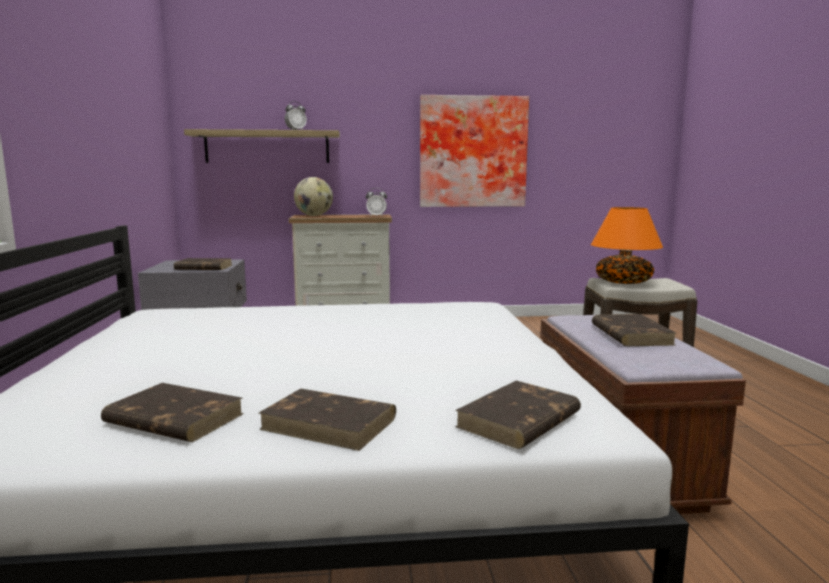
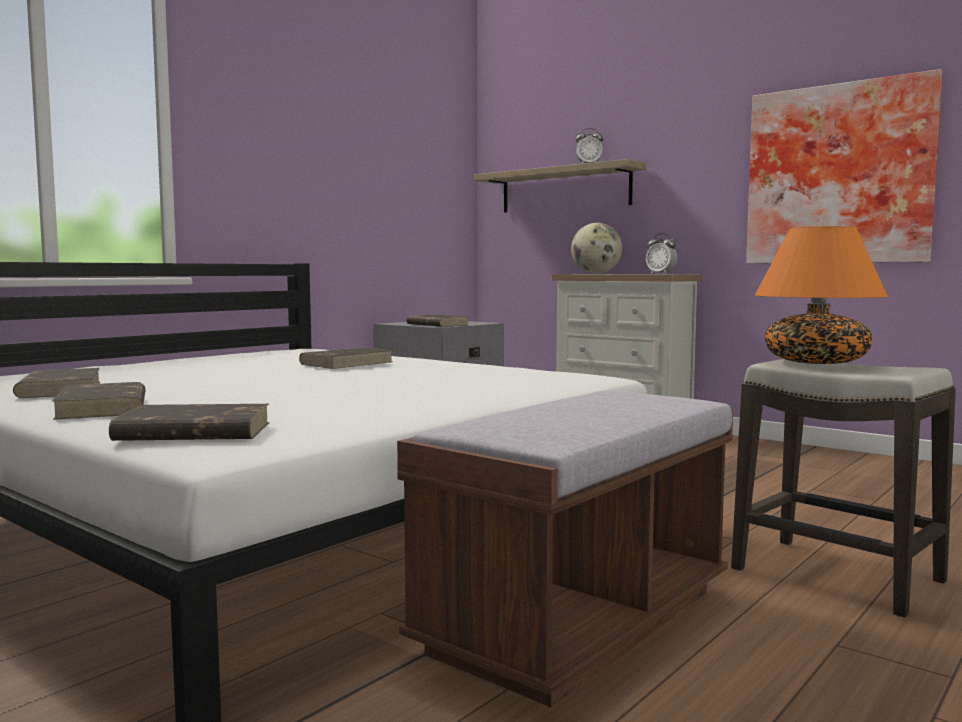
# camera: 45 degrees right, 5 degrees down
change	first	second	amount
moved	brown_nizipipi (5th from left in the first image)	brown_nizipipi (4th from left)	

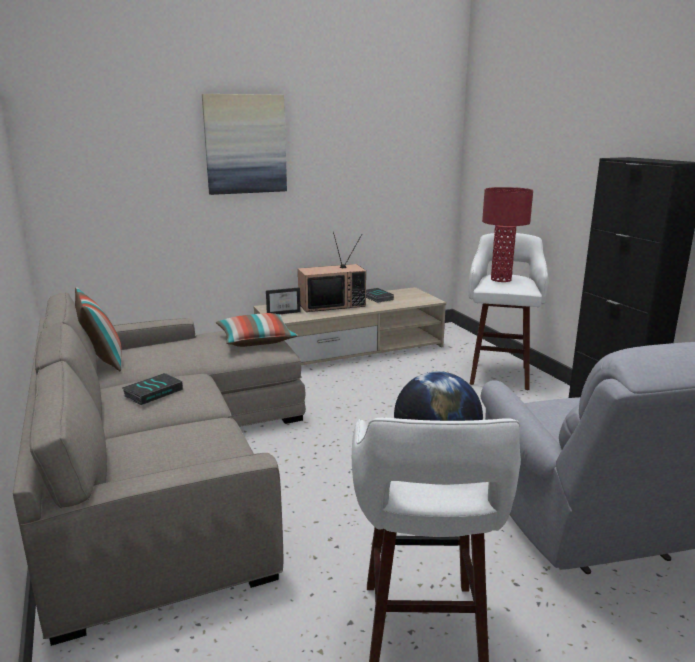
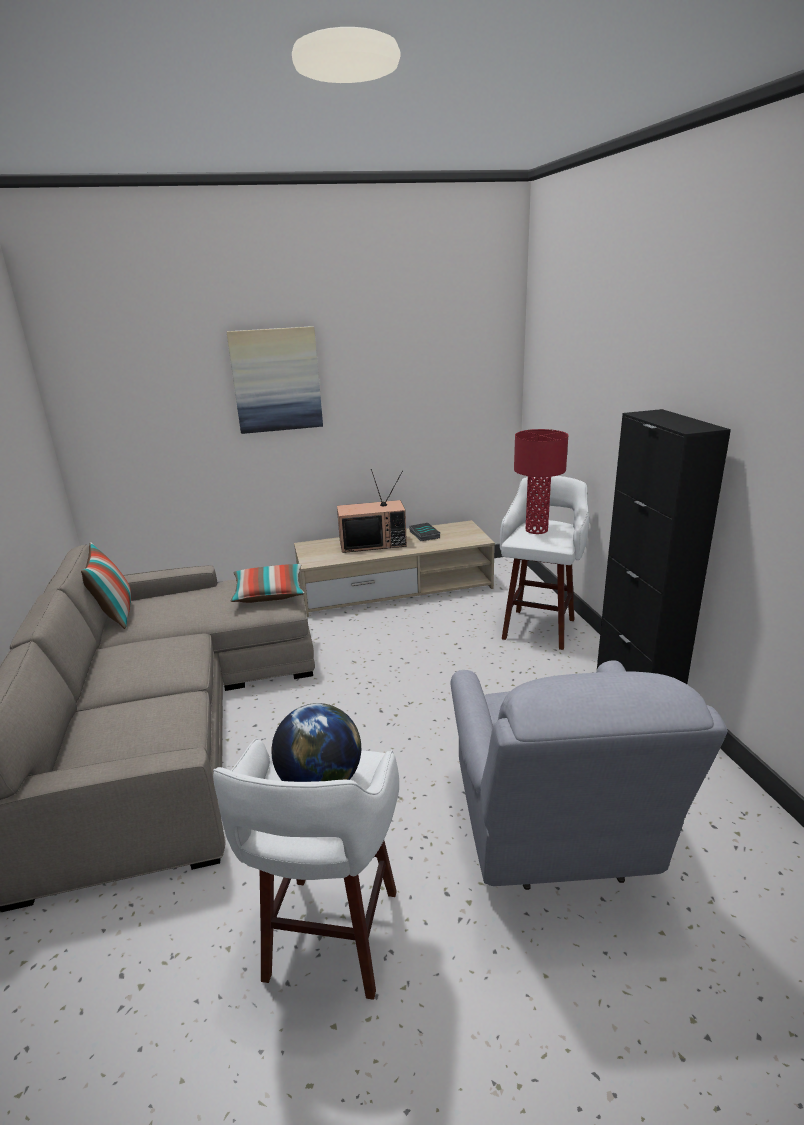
# camera: 10 degrees right, 5 degrees up
change	first	second	amount
removed	nizipipi (1st from left)		
removed	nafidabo		

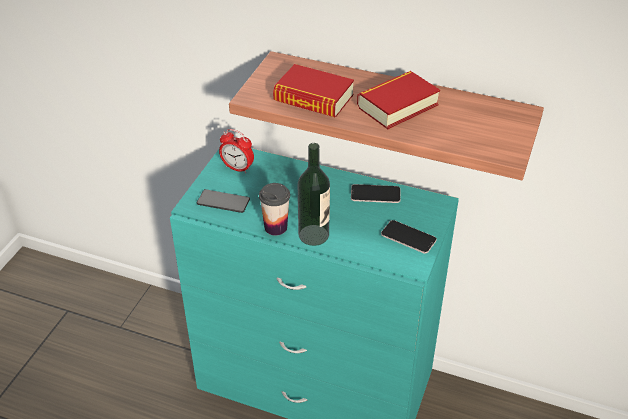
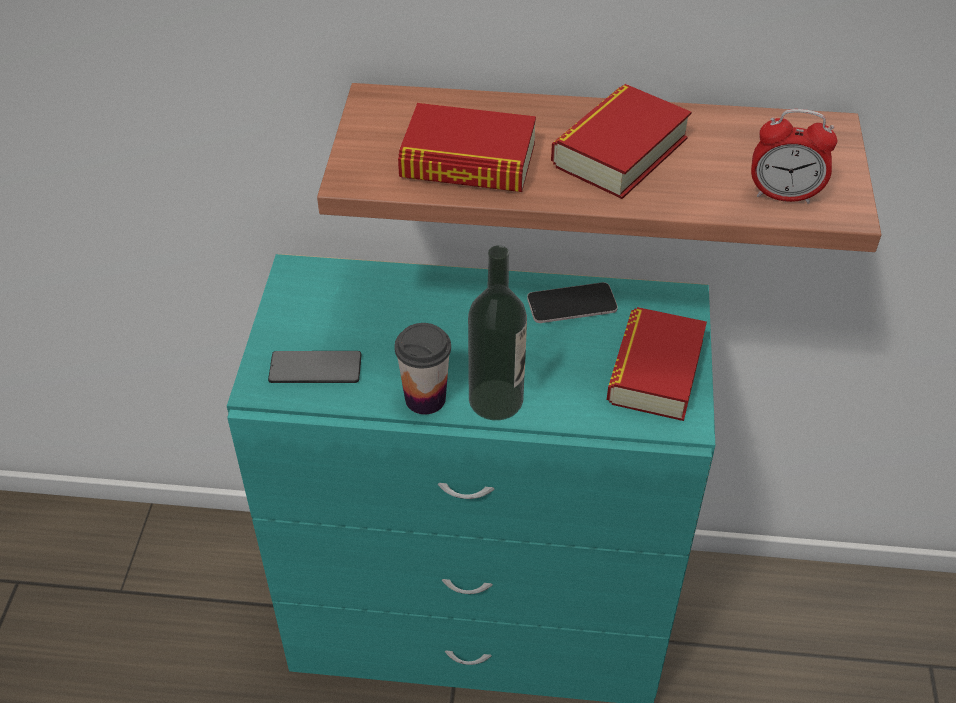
# camera: 15 degrees left, 5 degrees up
change	first	second	amount
moved	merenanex		
replaced	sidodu (3rd from left)	nizipipi (3rd from left)	

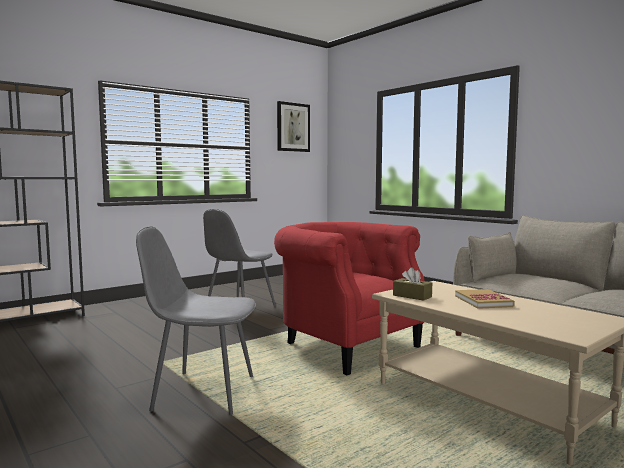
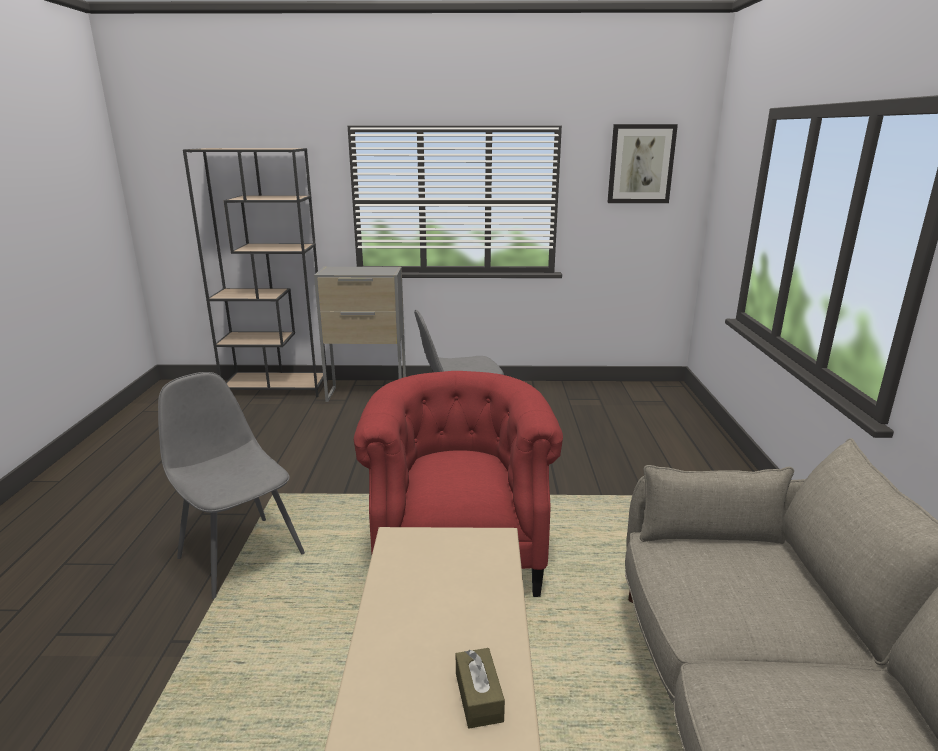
# camera: 40 degrees right, 15 degrees up
change	first	second	amount
removed	nizipipi		
added		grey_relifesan	
moved	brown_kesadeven		

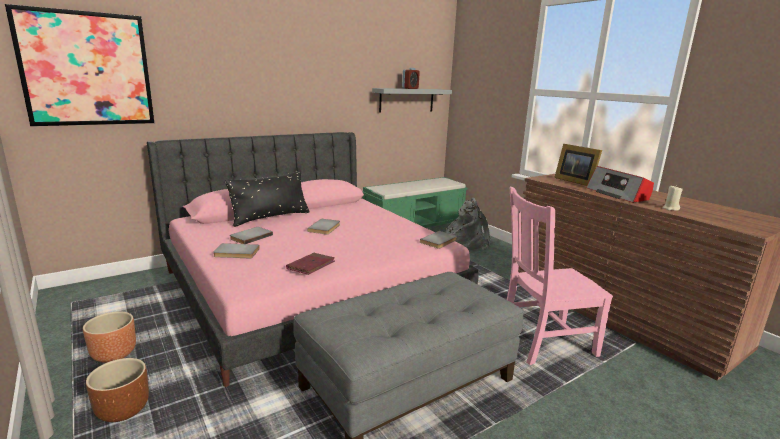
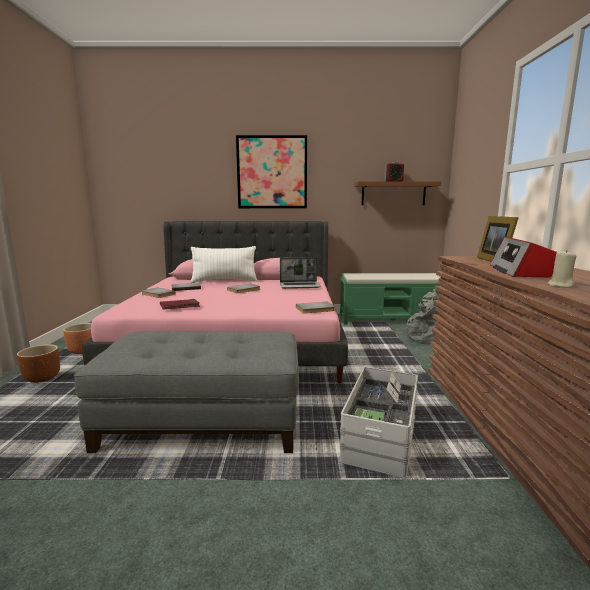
# camera: 35 degrees right, 5 degrees down
change	first	second	amount
added		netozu	
moved	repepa		
replaced	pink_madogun	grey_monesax	
recoloured	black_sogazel	white_sogazel	
recoloured	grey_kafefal	brown_kafefal	

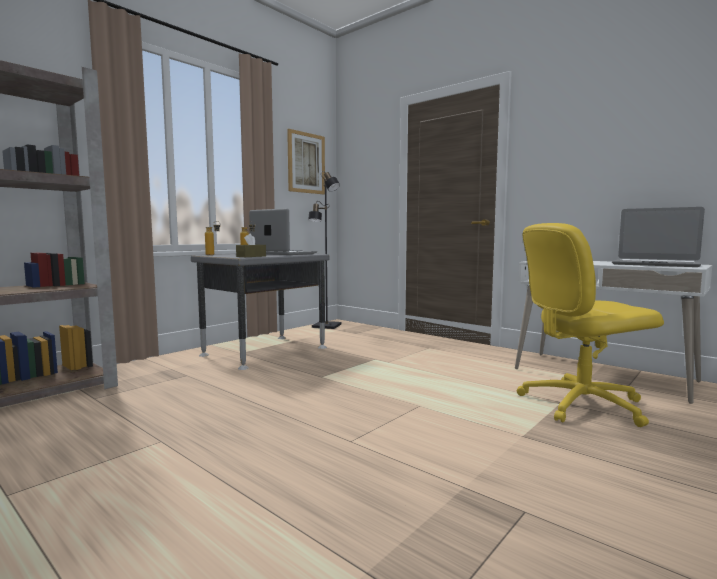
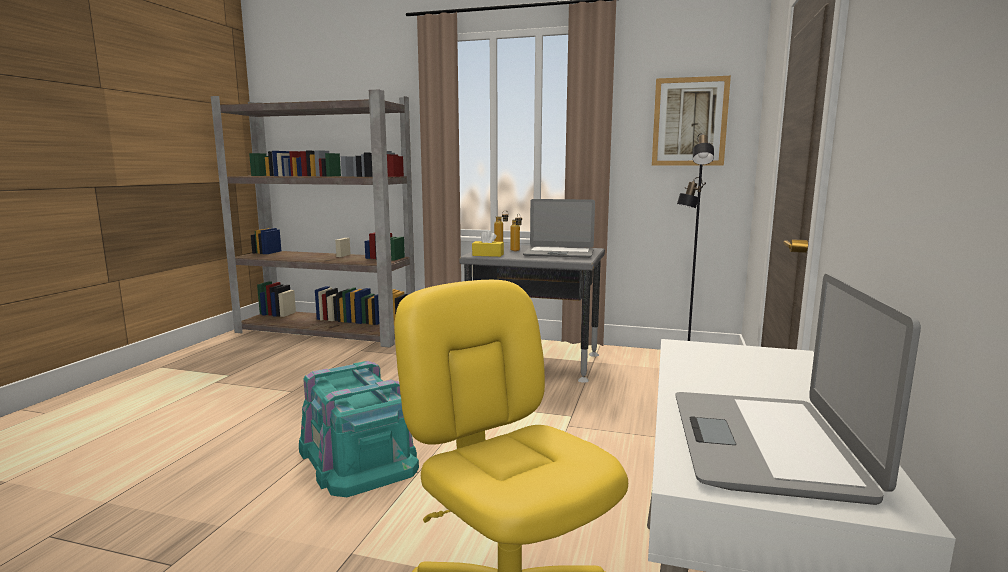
# camera: 65 degrees right, 5 degrees up
change	first	second	amount
added		turquoise_monesax	
recoloured	brown_kesadeven	yellow_kesadeven	
turned	netozu (1st from left)		90 degrees clockwise

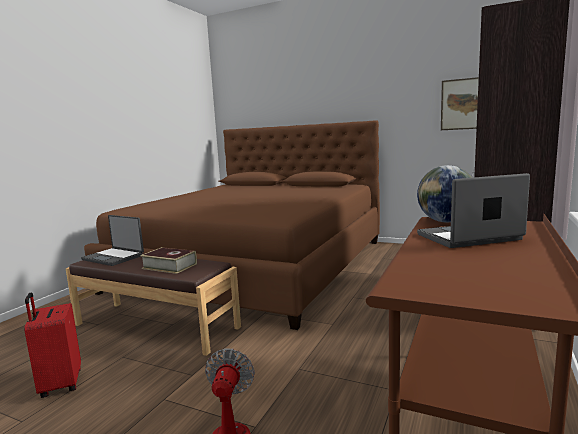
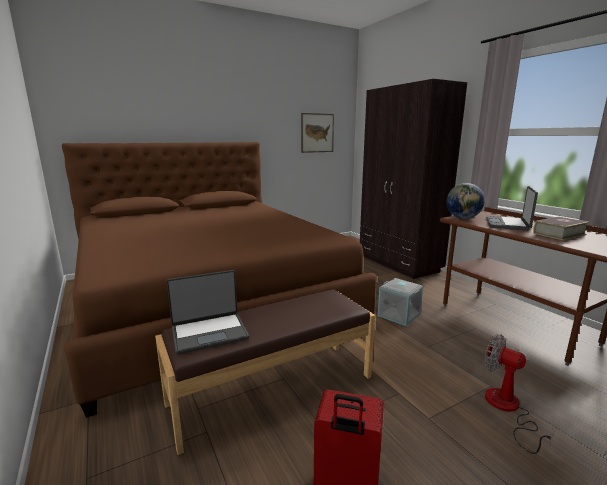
# camera: 55 degrees left, 5 degrees up
change	first	second	amount
added		grey_monesax	
moved	nizipipi		

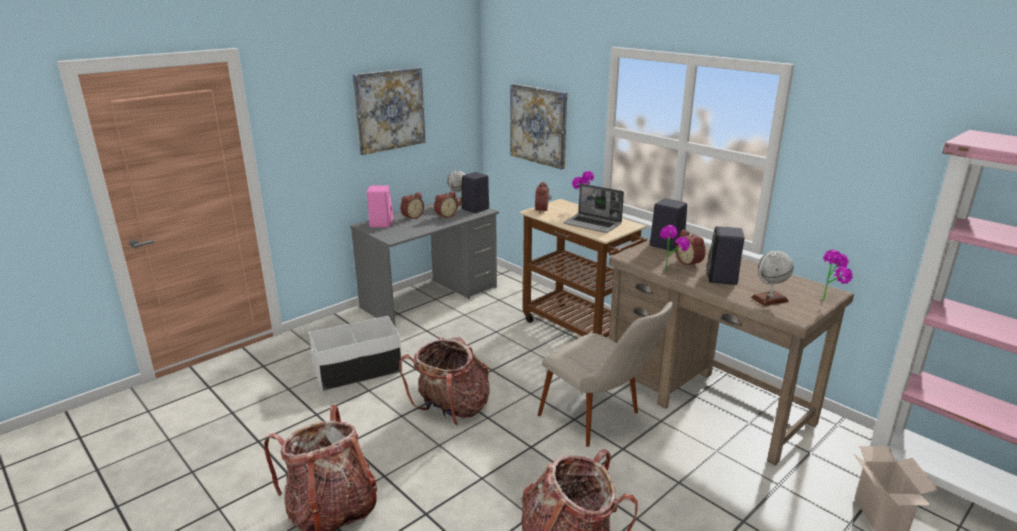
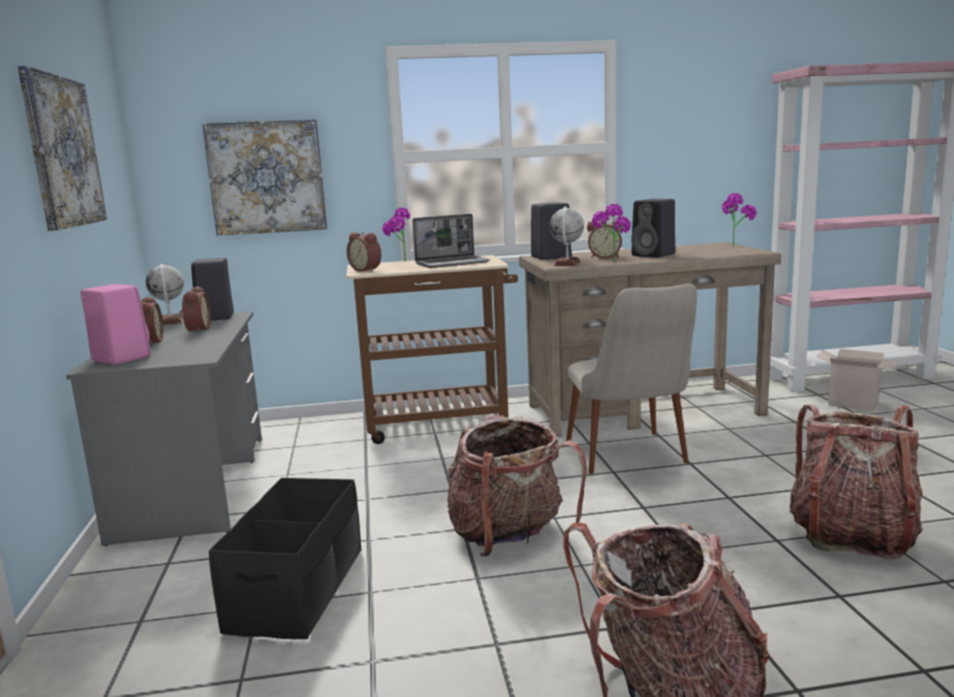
# camera: 55 degrees left, 10 degrees down
change	first	second	amount
moved	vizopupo (2nd from left)		
recoloured	white_monesax	black_monesax	
turned	beige_madogun		90 degrees clockwise

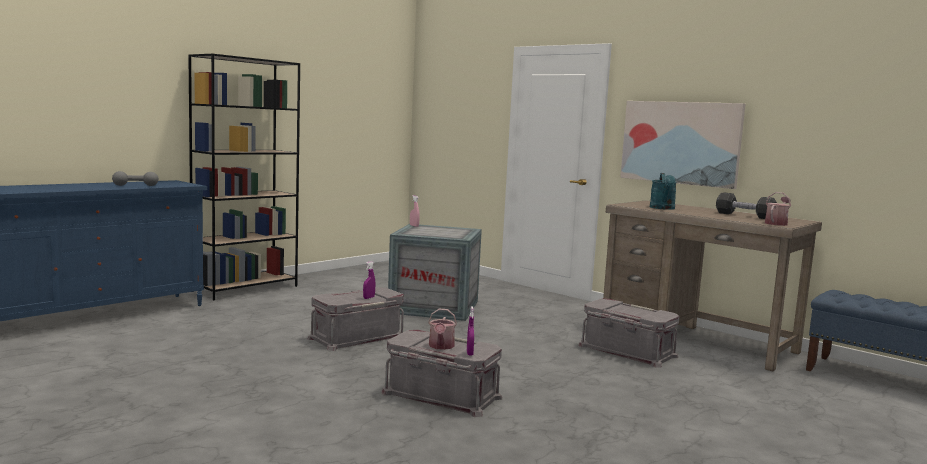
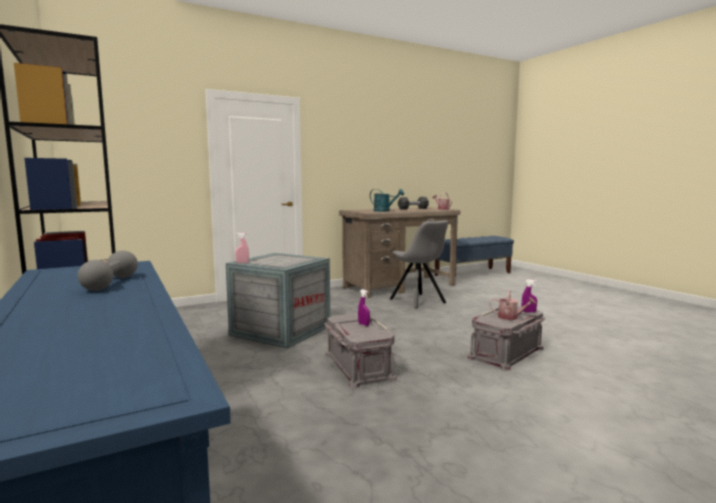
# camera: 70 degrees left, 0 degrees up
change	first	second	amount
removed	repepa		
replaced	grey_monesax (3rd from left)	grey_madogun	

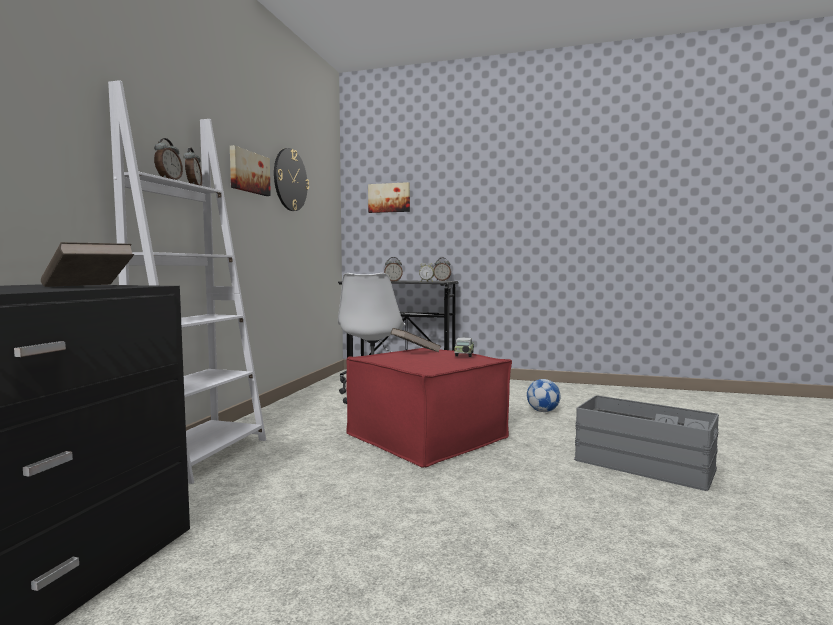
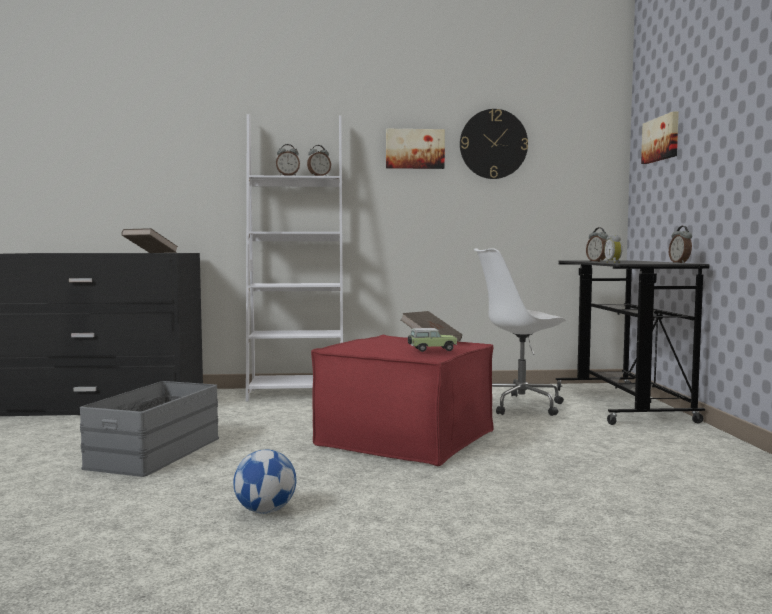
# camera: 70 degrees right, 0 degrees up
change	first	second	amount
moved	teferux		
moved	grey_monesax		

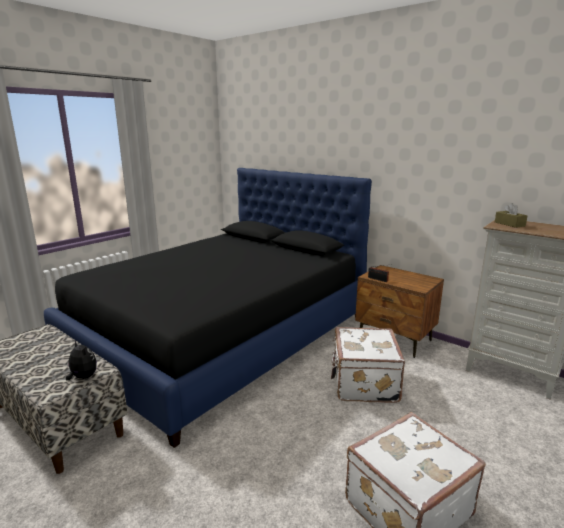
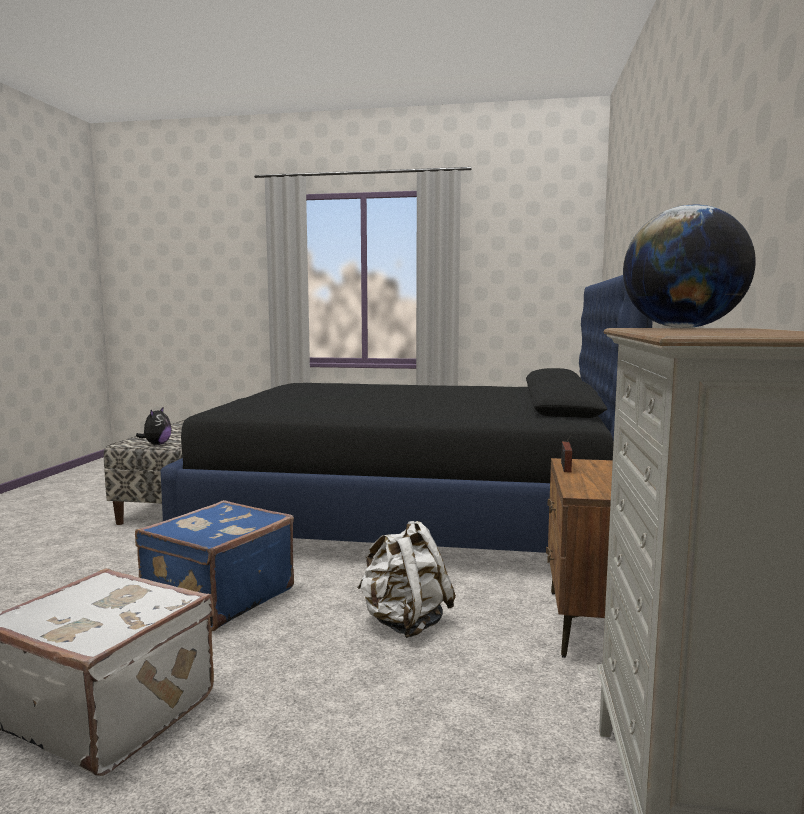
# camera: 60 degrees right, 10 degrees down
change	first	second	amount
added		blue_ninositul	
replaced	white_ninositul (1st from left)	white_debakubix	
replaced	brown_kesadeven	vizopupo	

